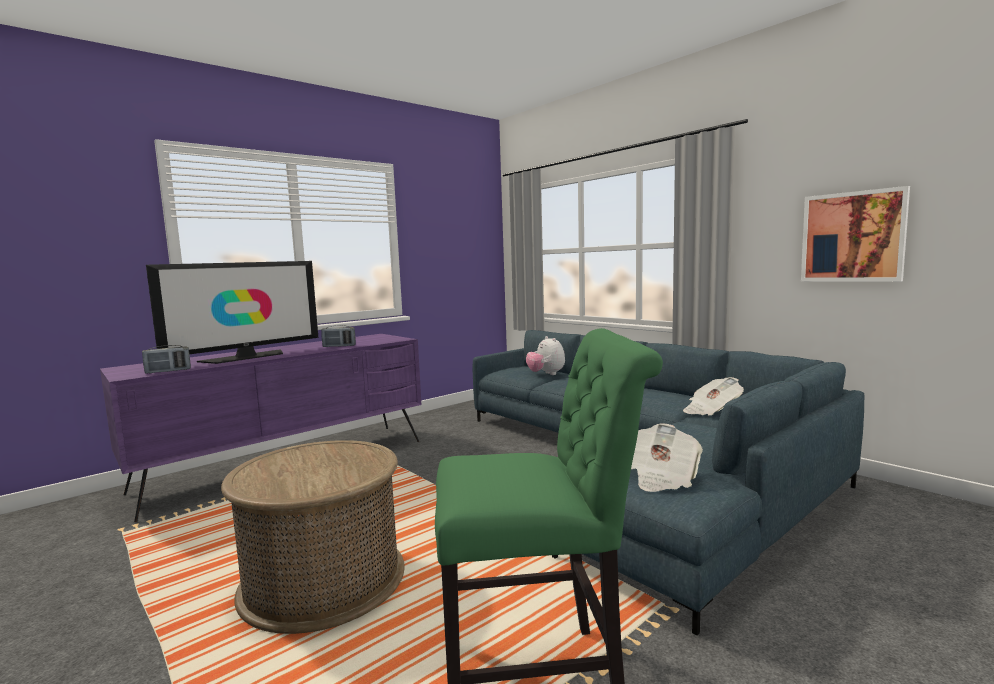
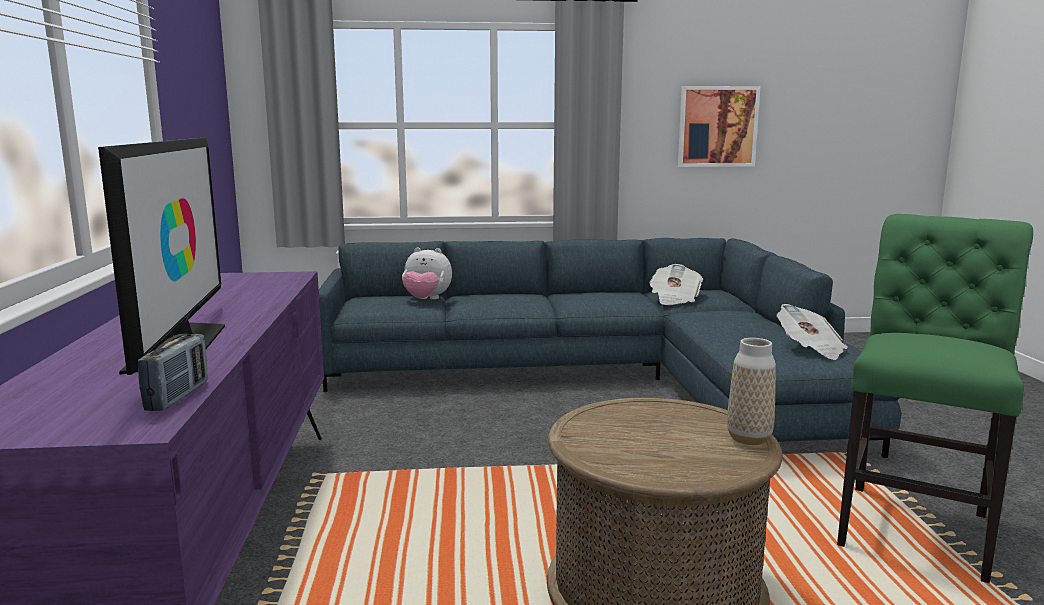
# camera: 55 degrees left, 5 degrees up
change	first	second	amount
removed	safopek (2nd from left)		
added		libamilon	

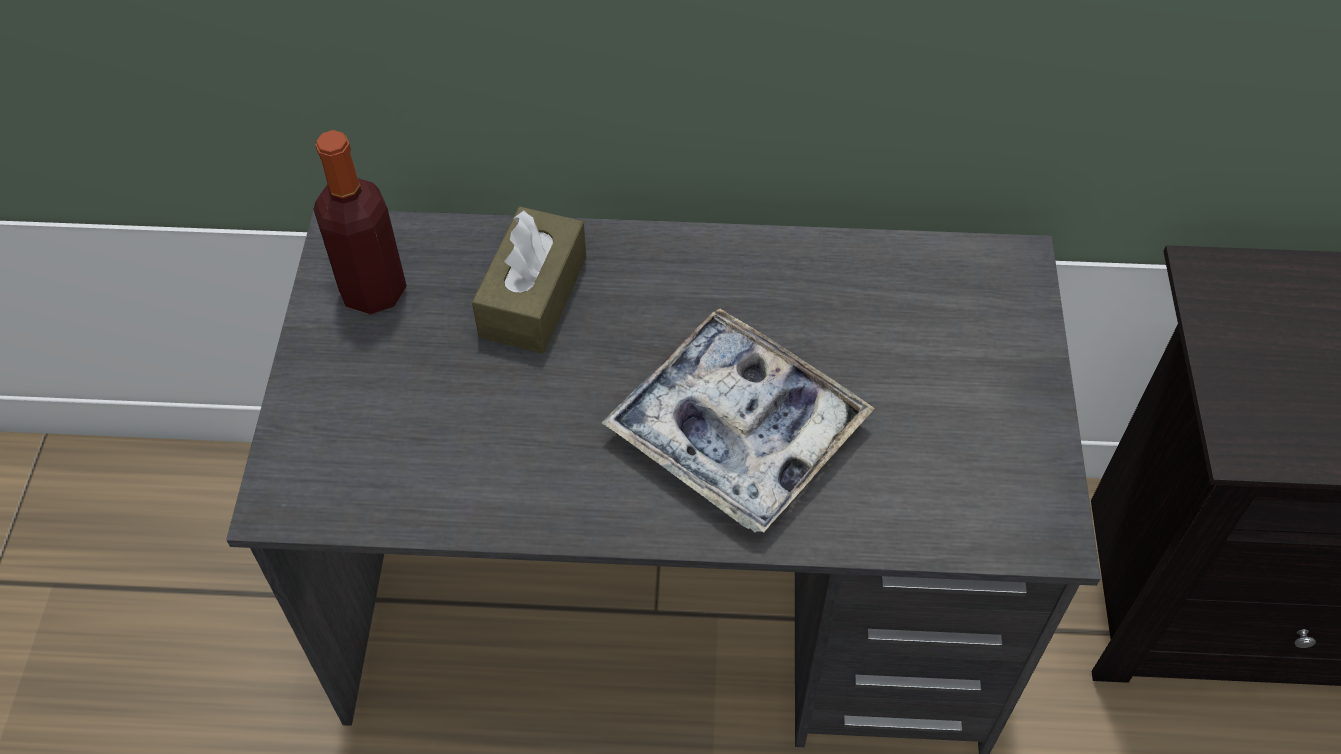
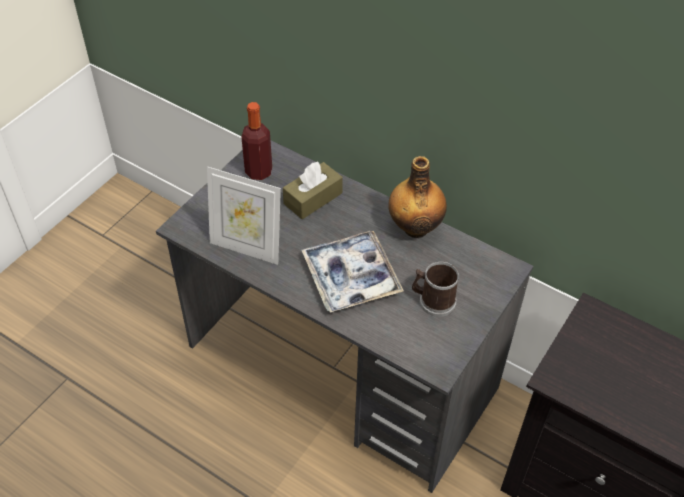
# camera: 30 degrees right, 5 degrees down
change	first	second	amount
added		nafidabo	
added		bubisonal (2nd from left)	
added		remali	

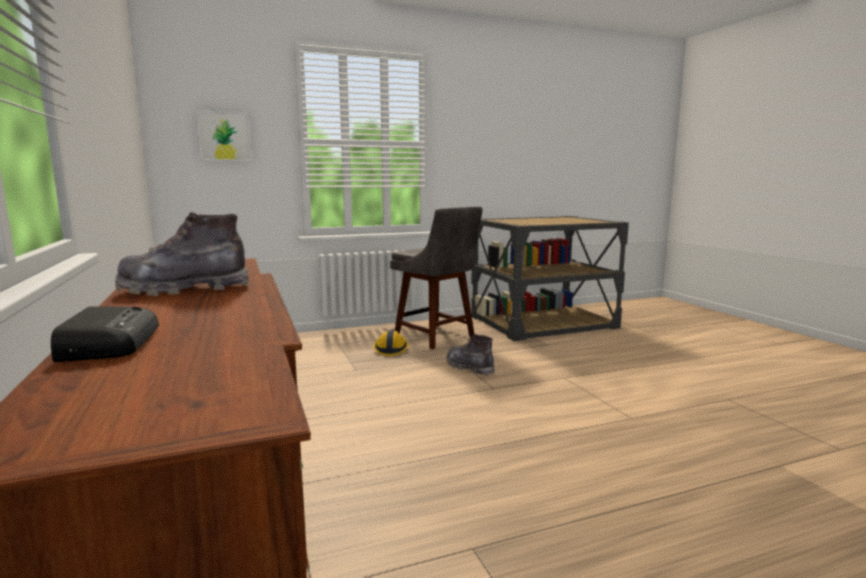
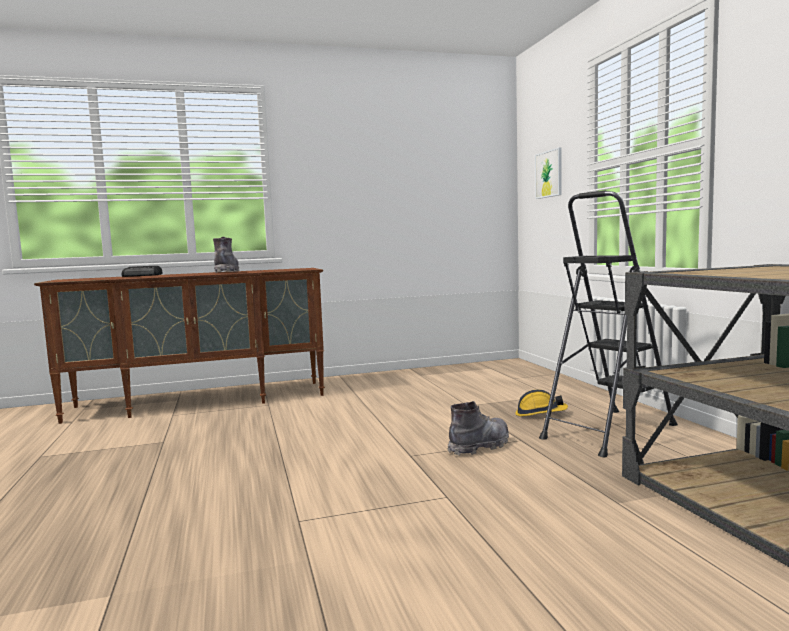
# camera: 95 degrees right, 5 degrees down
change	first	second	amount
replaced	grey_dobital	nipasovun	

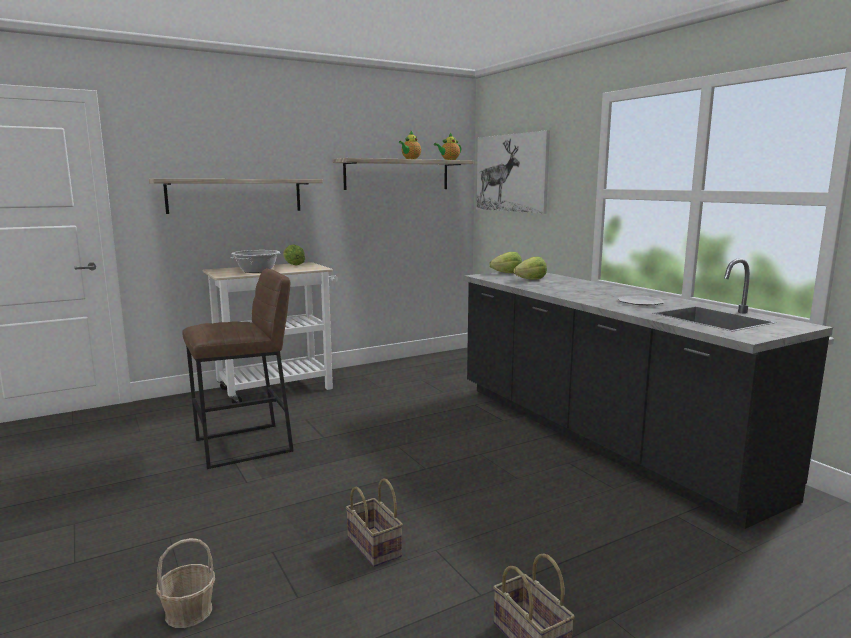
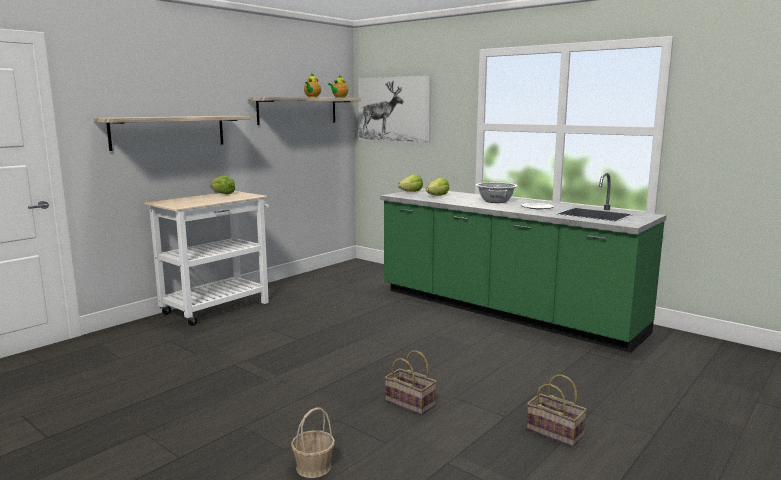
# camera: 20 degrees left, 0 degrees up
change	first	second	amount
removed	brown_dobital		
moved	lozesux		
recoloured	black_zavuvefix	green_zavuvefix	

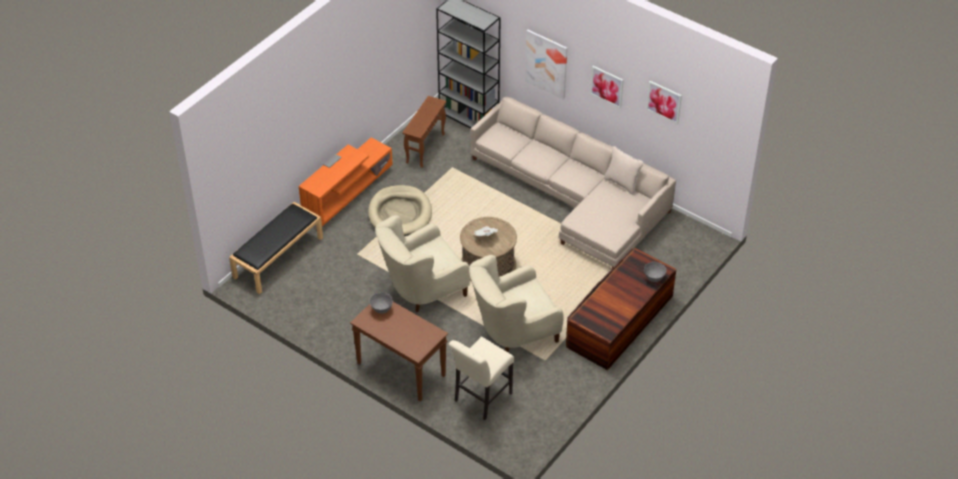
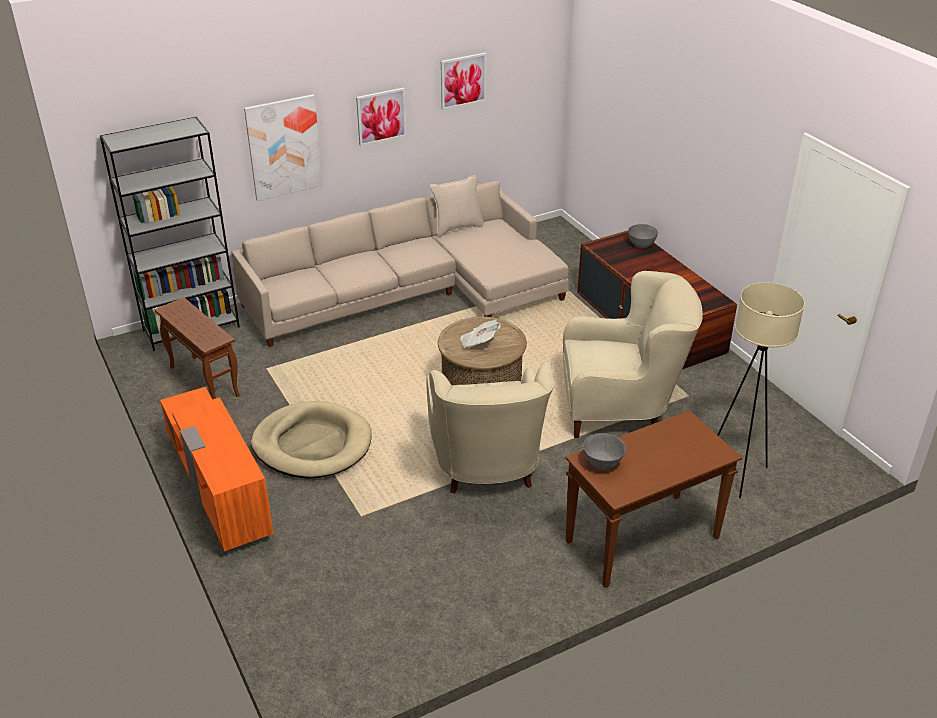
# camera: 65 degrees left, 10 degrees down
change	first	second	amount
removed	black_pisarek		
replaced	beige_dobital	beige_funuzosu	
turned	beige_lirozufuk (2nd from left)		90 degrees counterclockwise

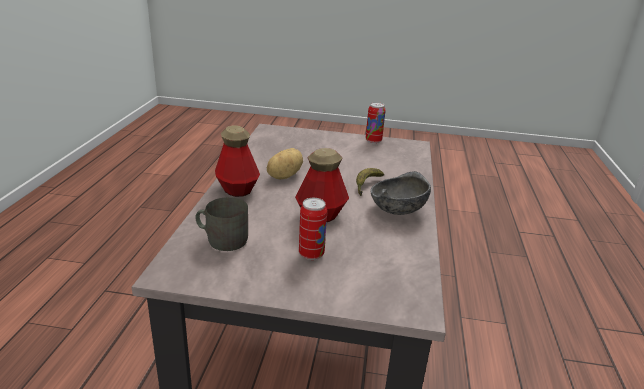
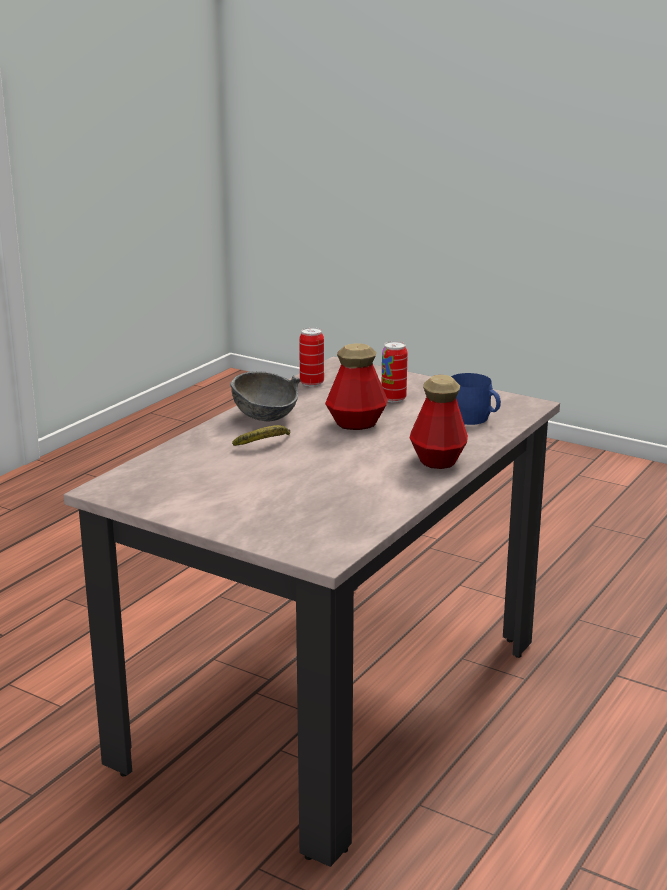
# camera: 155 degrees left, 5 degrees down
change	first	second	amount
removed	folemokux		
moved	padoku (2nd from left in the first image)	padoku (1st from left)	
recoloured	grey_remali	blue_remali	

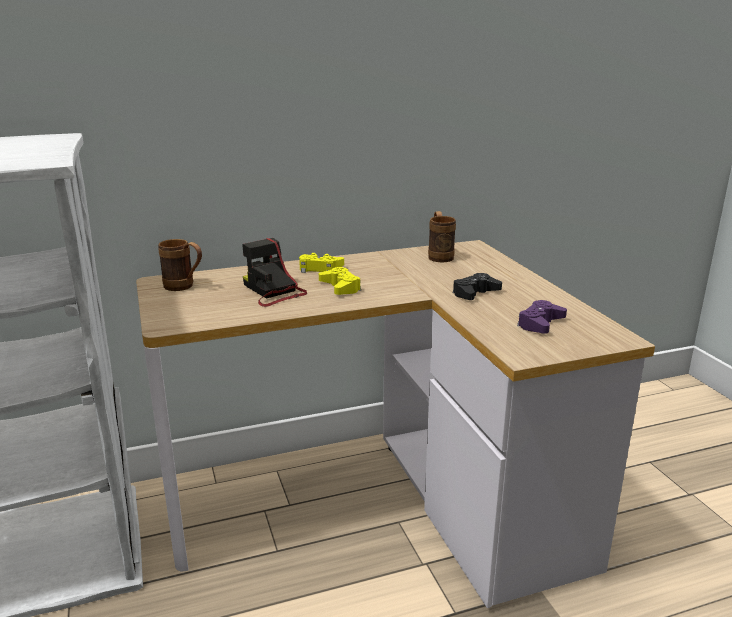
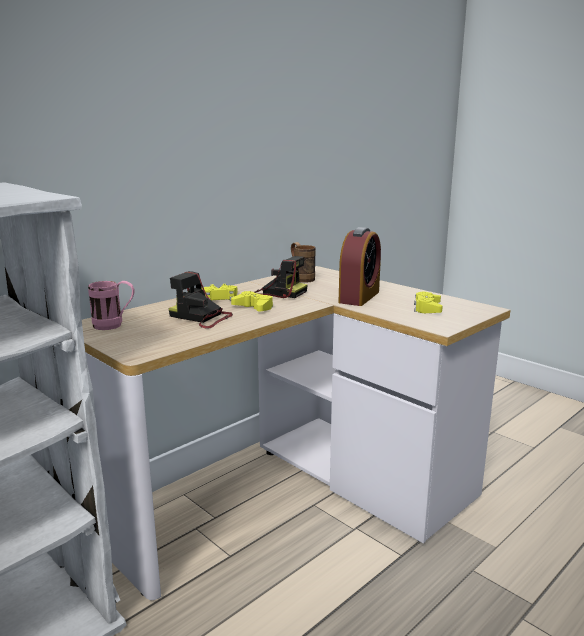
# camera: 25 degrees left, 5 degrees down
change	first	second	amount
added		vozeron (2nd from left)	
replaced	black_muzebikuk	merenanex	
recoloured	brown_remali (1st from left)	pink_remali	
recoloured	purple_muzebikuk	yellow_muzebikuk (3rd from left)	

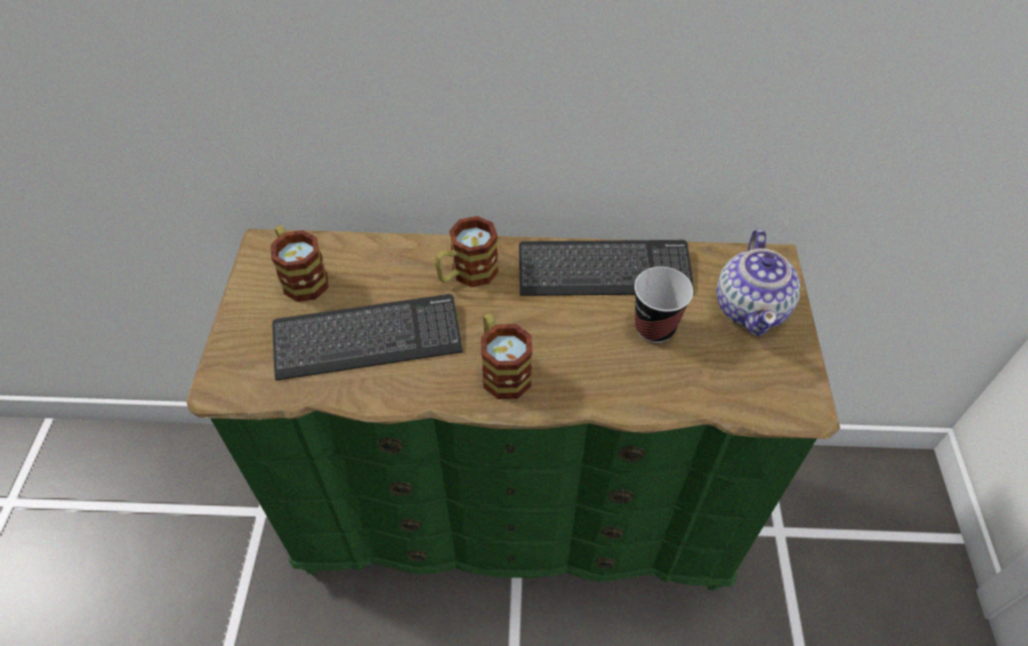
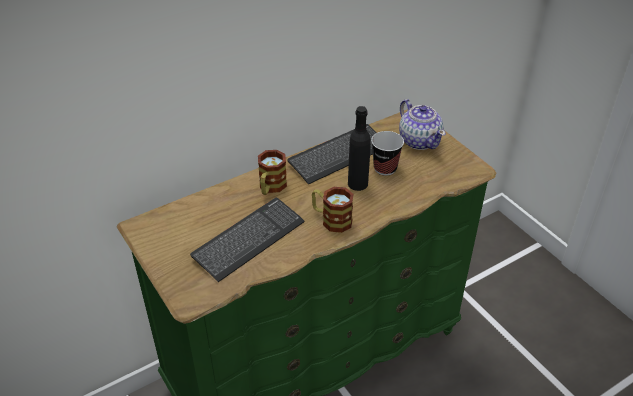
# camera: 35 degrees left, 10 degrees down
change	first	second	amount
removed	remali (1st from left)		
added		black_bubisonal	

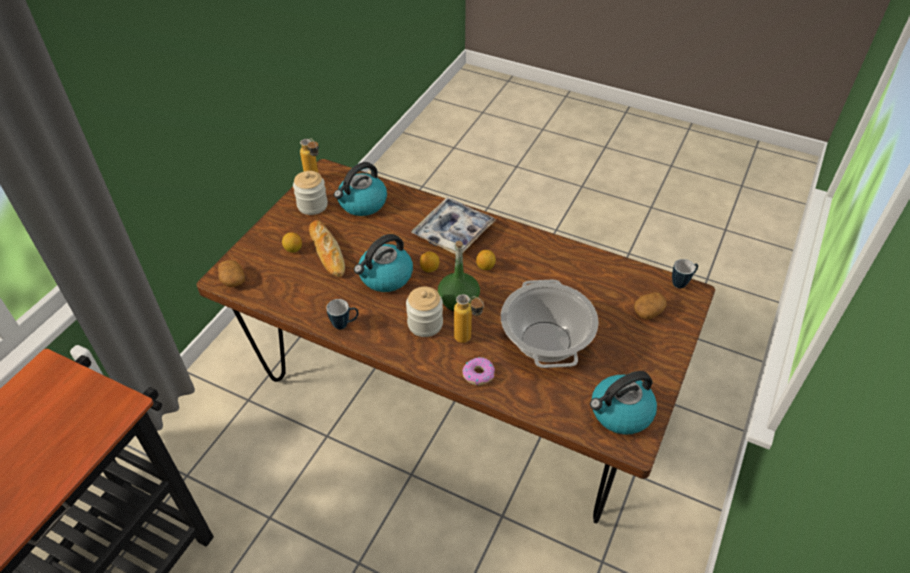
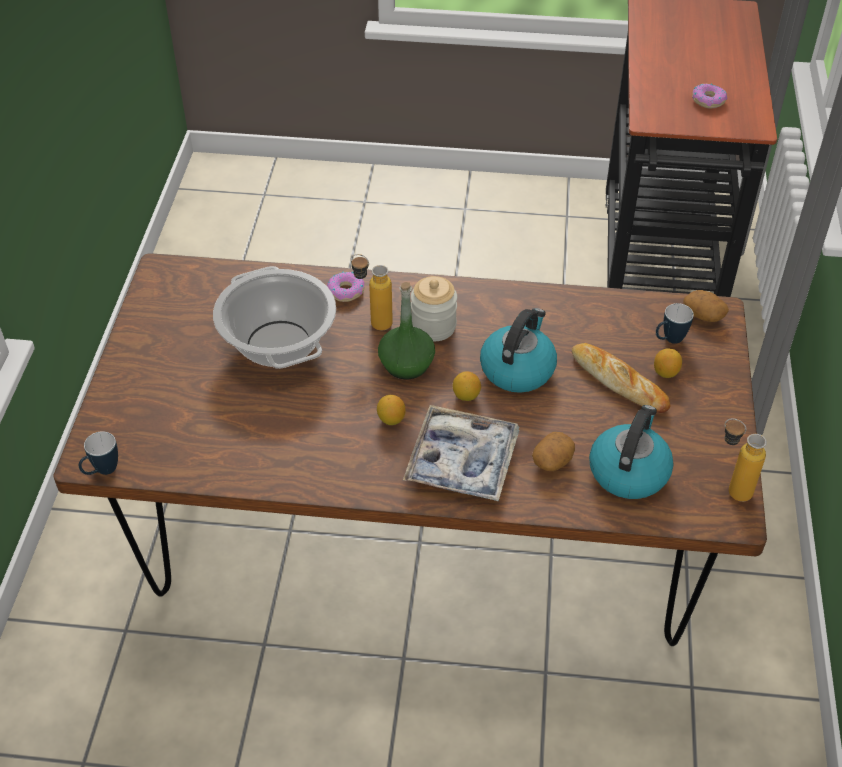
# camera: 160 degrees right, 0 degrees up
change	first	second	amount
removed	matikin (1st from left)		
removed	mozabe (3rd from left)		
added		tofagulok (2nd from left)	
moved	remali (1st from left in the first image)	remali (2nd from left)	
moved	folemokux (2nd from left in the first image)	folemokux (1st from left)	

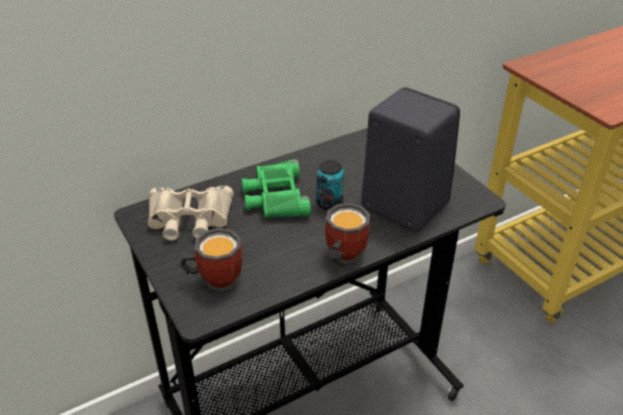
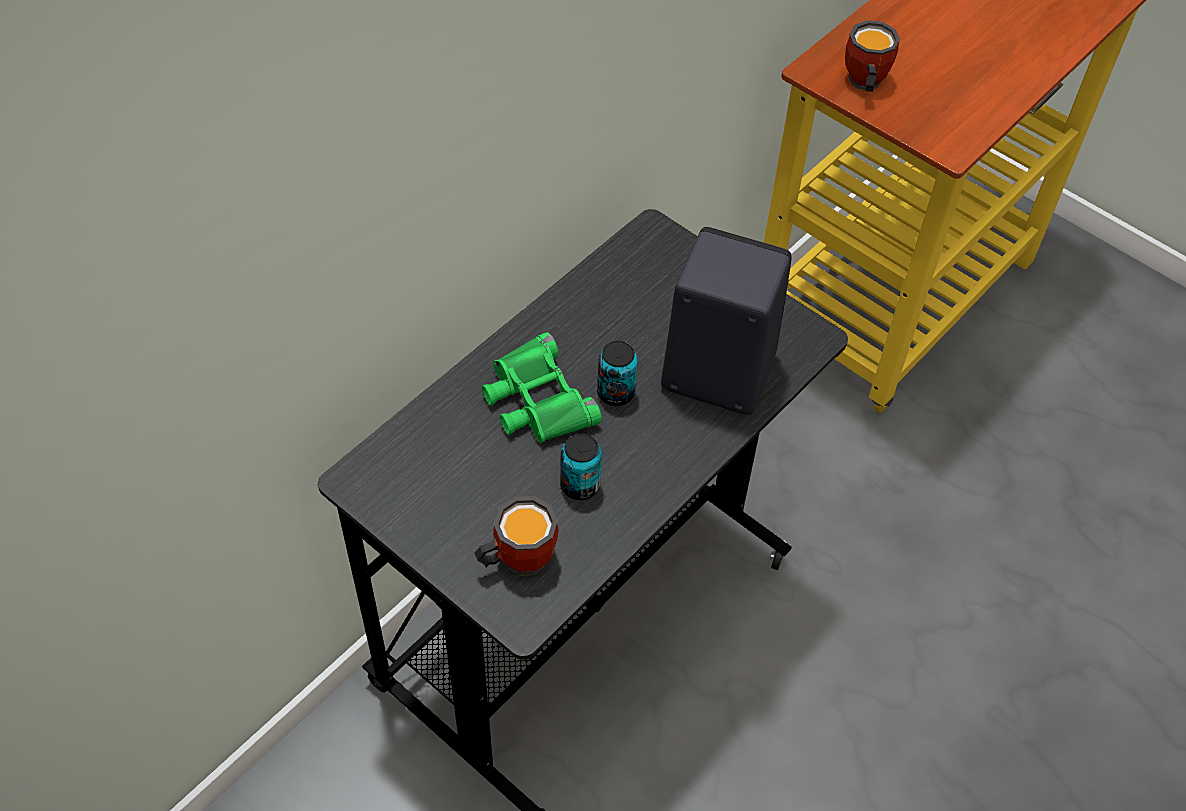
# camera: 20 degrees left, 15 degrees up
change	first	second	amount
removed	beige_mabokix		
added		padoku (1st from left)	
moved	remali (2nd from left)		

